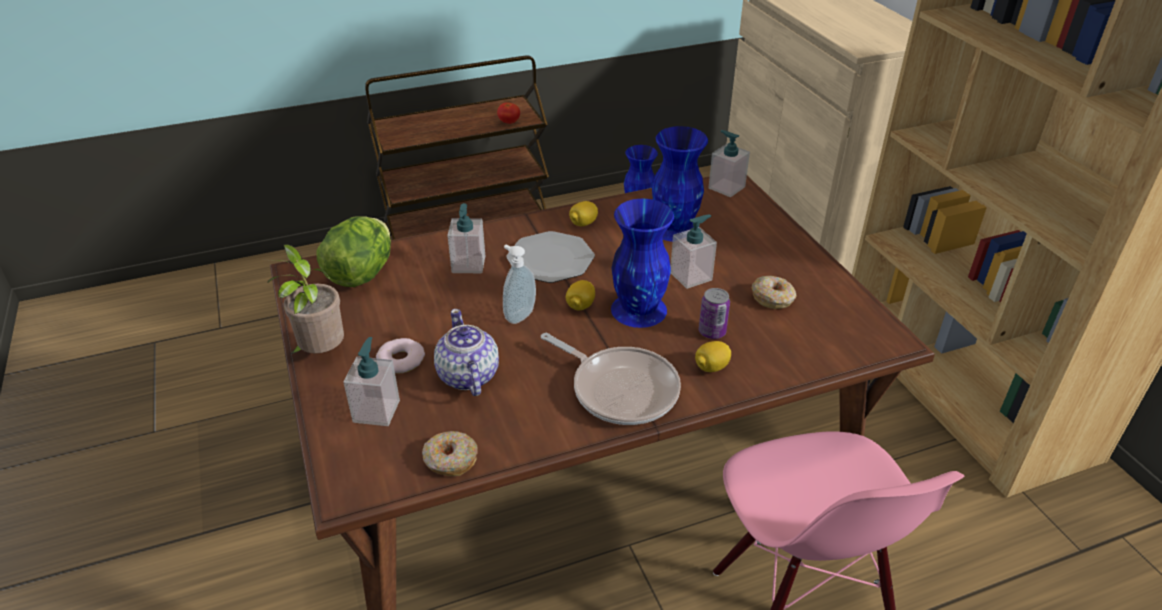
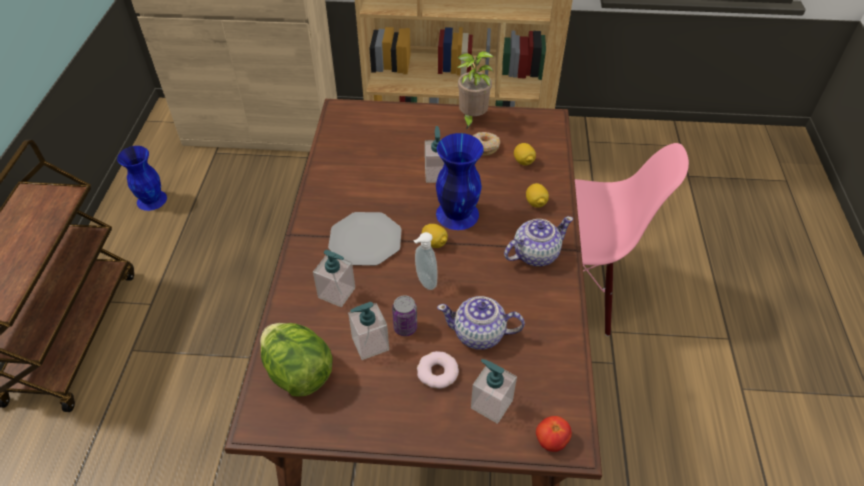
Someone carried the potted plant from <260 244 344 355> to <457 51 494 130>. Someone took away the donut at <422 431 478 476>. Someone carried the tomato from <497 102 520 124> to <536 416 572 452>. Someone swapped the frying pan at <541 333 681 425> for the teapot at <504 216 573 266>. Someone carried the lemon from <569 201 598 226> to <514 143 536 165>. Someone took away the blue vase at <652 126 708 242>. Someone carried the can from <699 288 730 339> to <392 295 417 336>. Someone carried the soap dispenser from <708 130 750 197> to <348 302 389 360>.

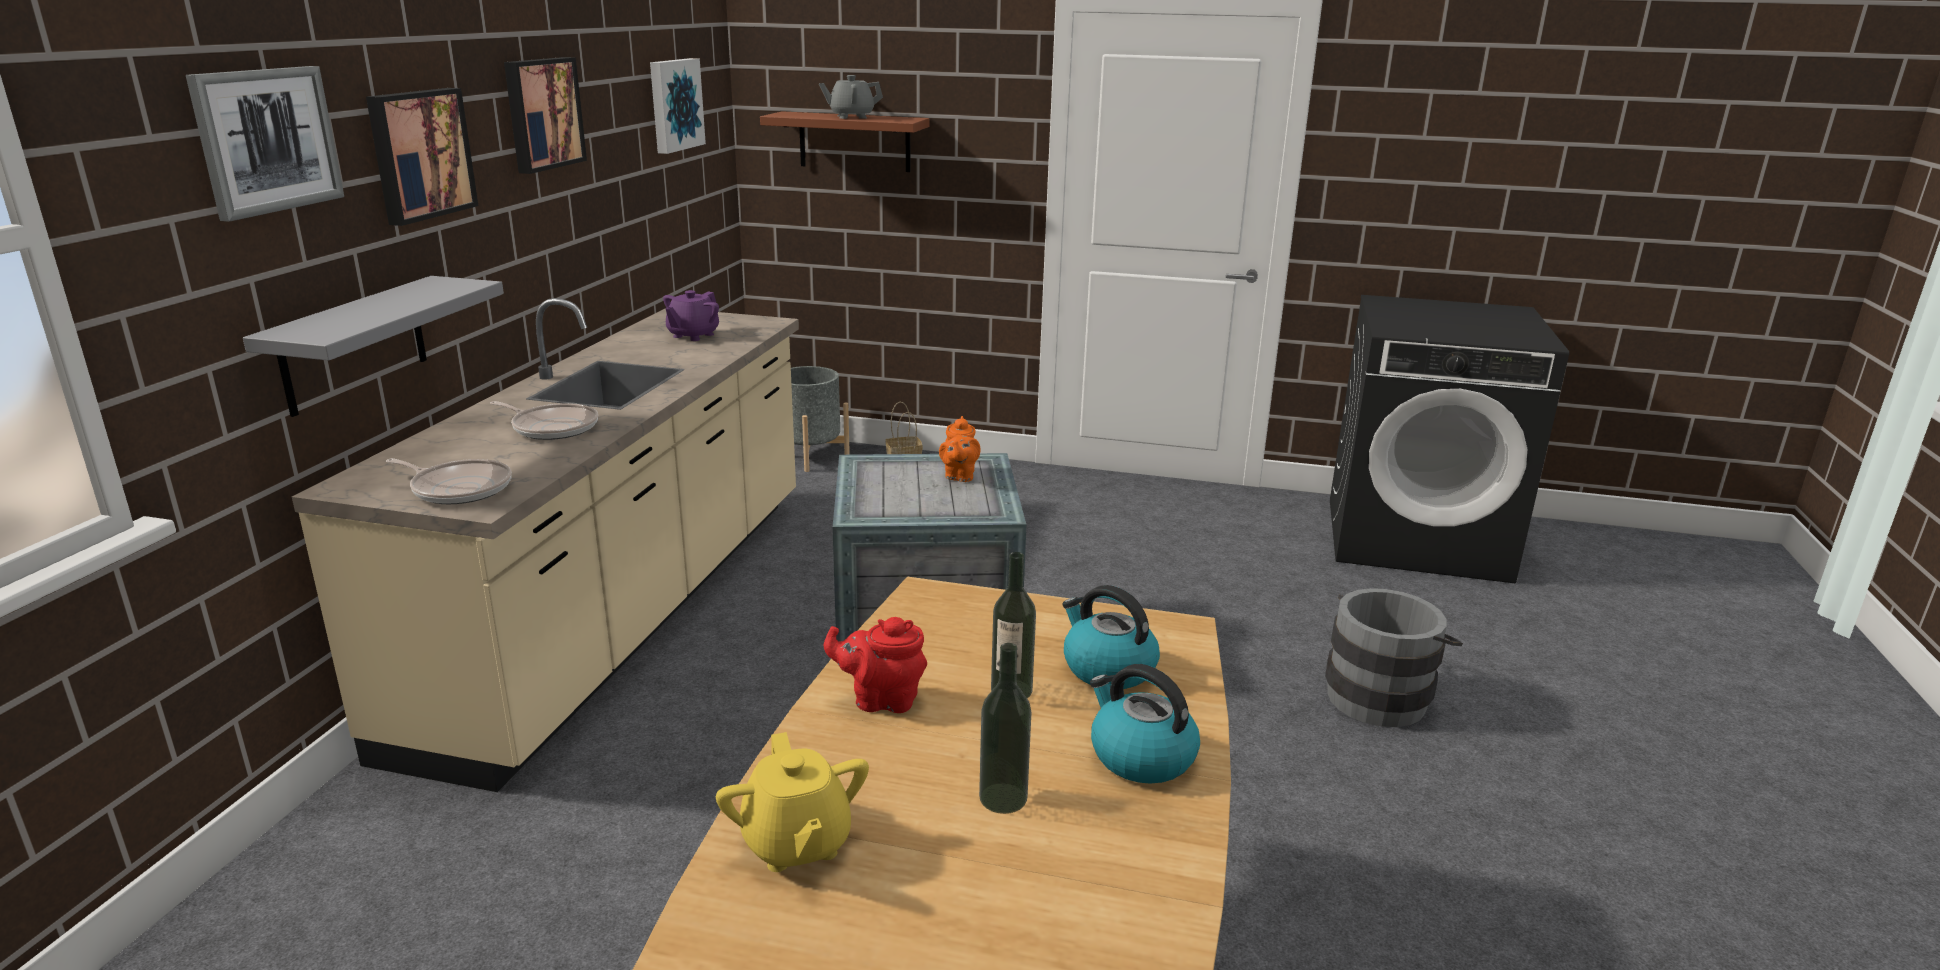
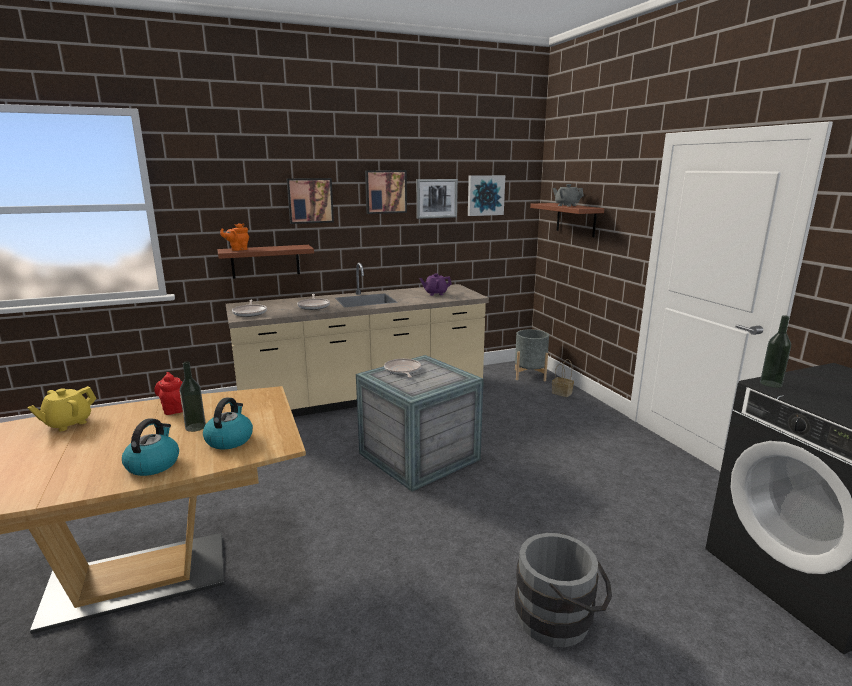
Someone carried the picture from <186 66 344 222> to <416 179 458 219>. Someone repainted the grey shelf at <243 276 504 417>, which became the brown shelf at <217 245 314 279>. Someone carried the orange teapot from <939 416 981 482> to <220 223 249 251>. Someone carried the bottle from <979 643 1031 814> to <760 315 791 388>. Someone put down the frying pan at <384 358 421 378>.

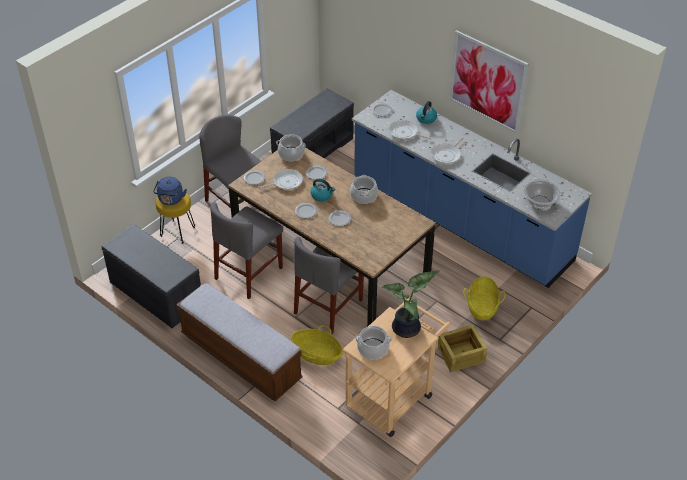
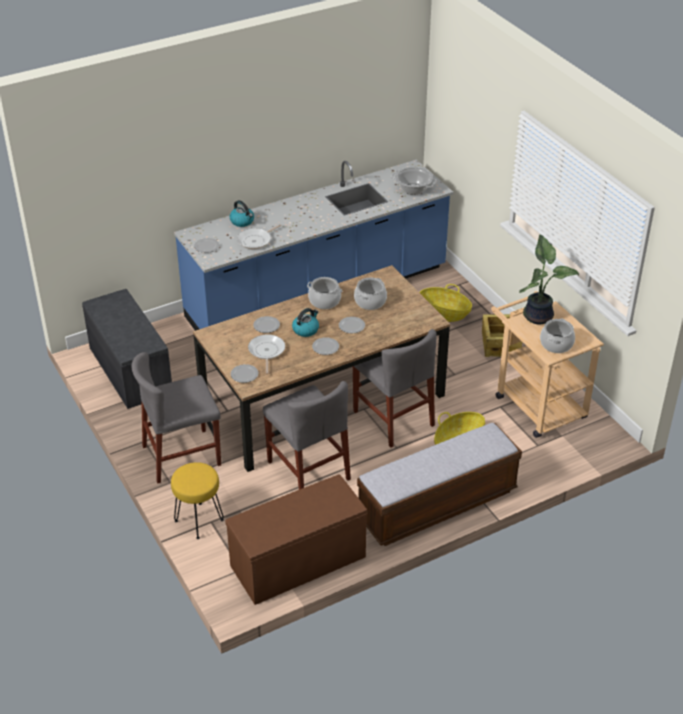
Someone repainted the grey bench at <102 224 201 328>, which became the brown bench at <225 474 367 605>. Someone took away the blue kettle at <153 177 187 205>. Someone carried the cooking pot from <276 134 306 161> to <354 278 387 310>. Someone took away the frying pan at <431 138 463 164>. Someone took away the picture at <449 30 529 134>.

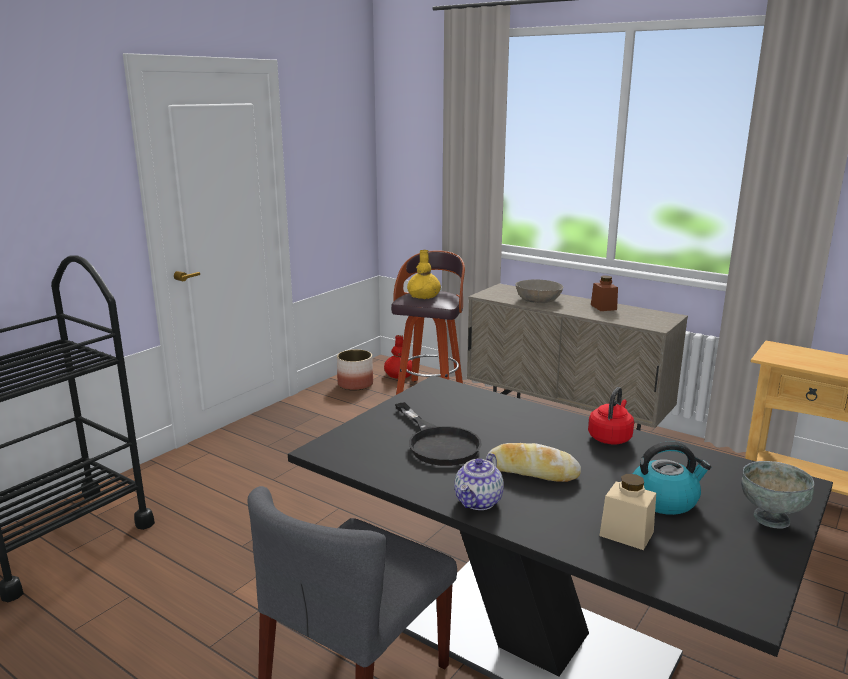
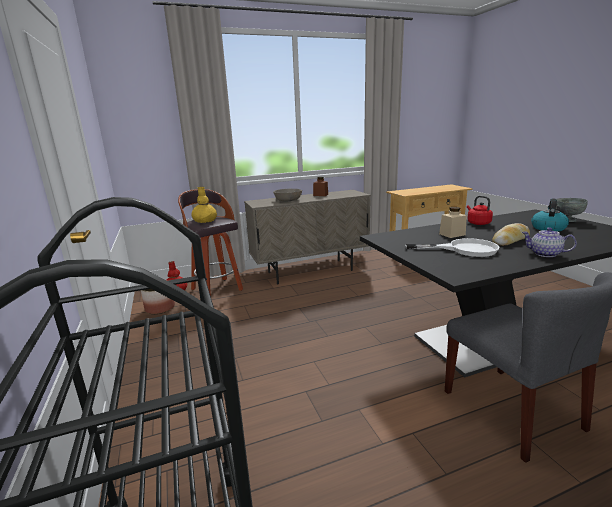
Someone repainted the black frying pan at <395 402 482 466>, which became the white frying pan at <405 238 500 257>. Someone rotated the teapot at <454 453 504 510> by 150 degrees clockwise. Someone carried the beige jar from <599 474 656 550> to <439 207 467 238>.

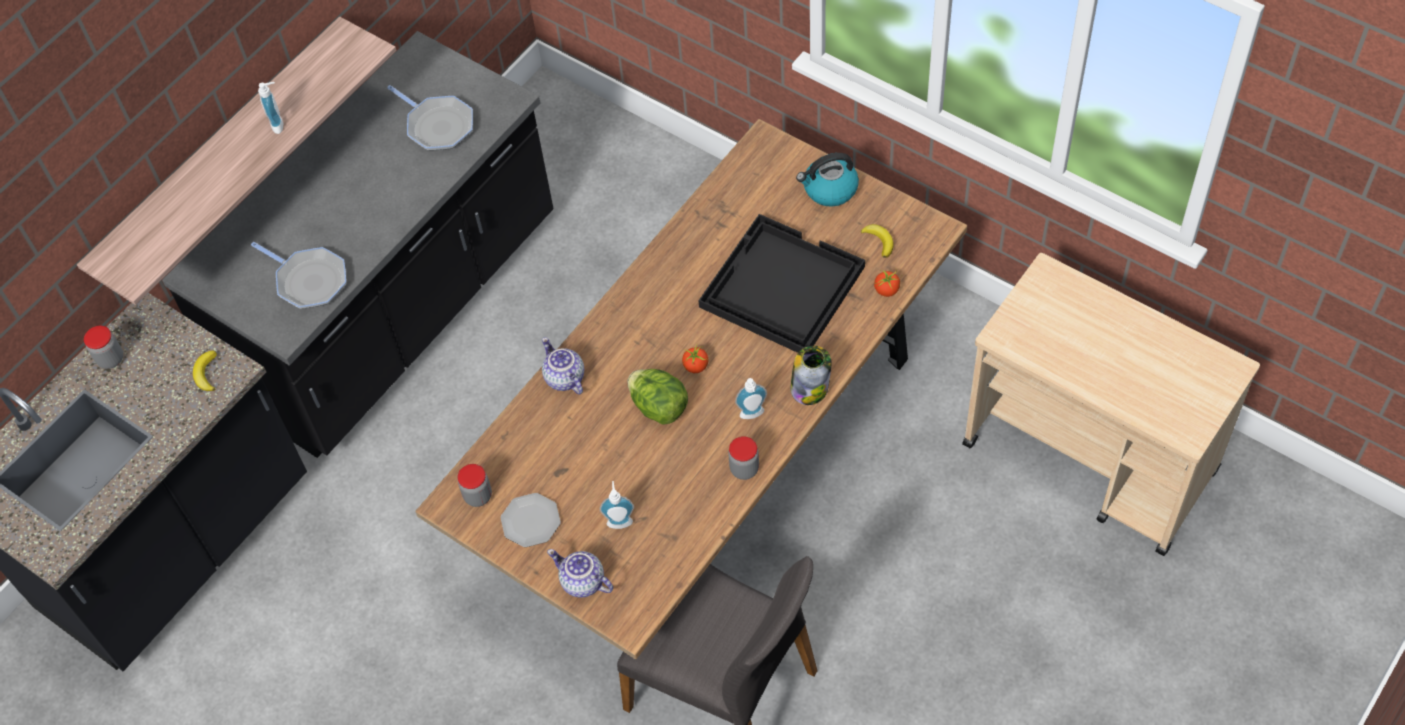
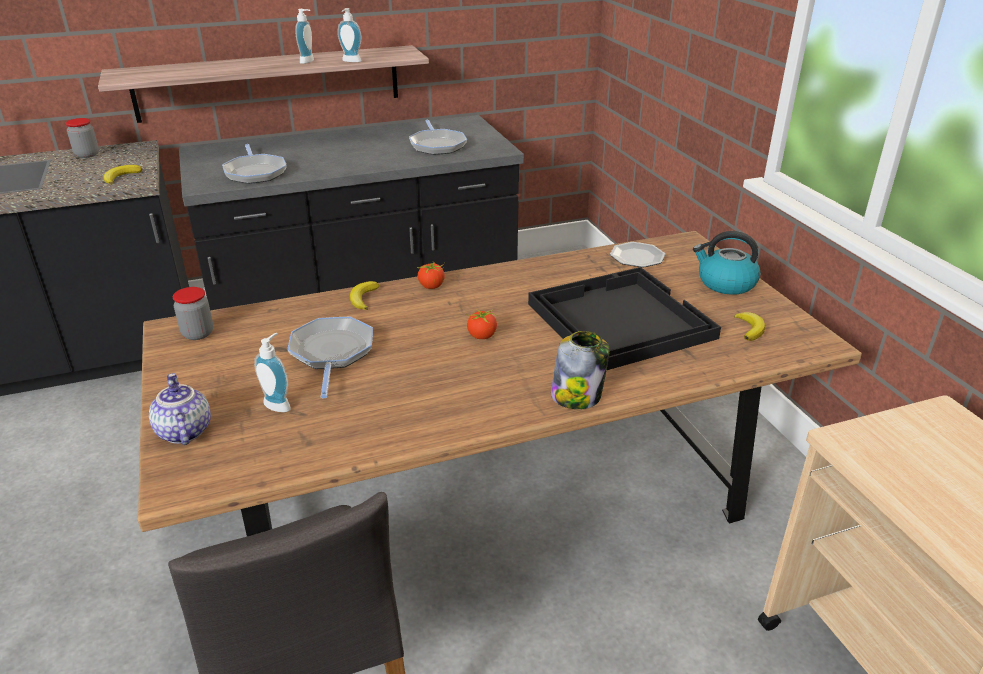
Someone carried the plate from <501 493 561 547> to <610 242 665 267>. Someone swapped the teapot at <542 337 584 395> for the banana at <350 281 379 310>. Someone took away the lettuce at <628 369 688 425>. Someone took away the jar at <728 436 759 480>. Someone carried the soap dispenser from <735 378 767 419> to <337 8 362 62>. Someone carried the tomato from <874 268 900 297> to <417 261 445 289>. Someone put down the frying pan at <288 317 373 398>.

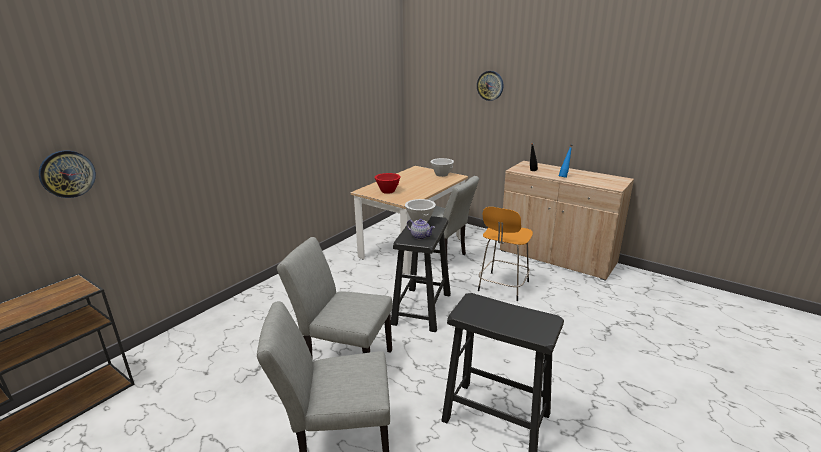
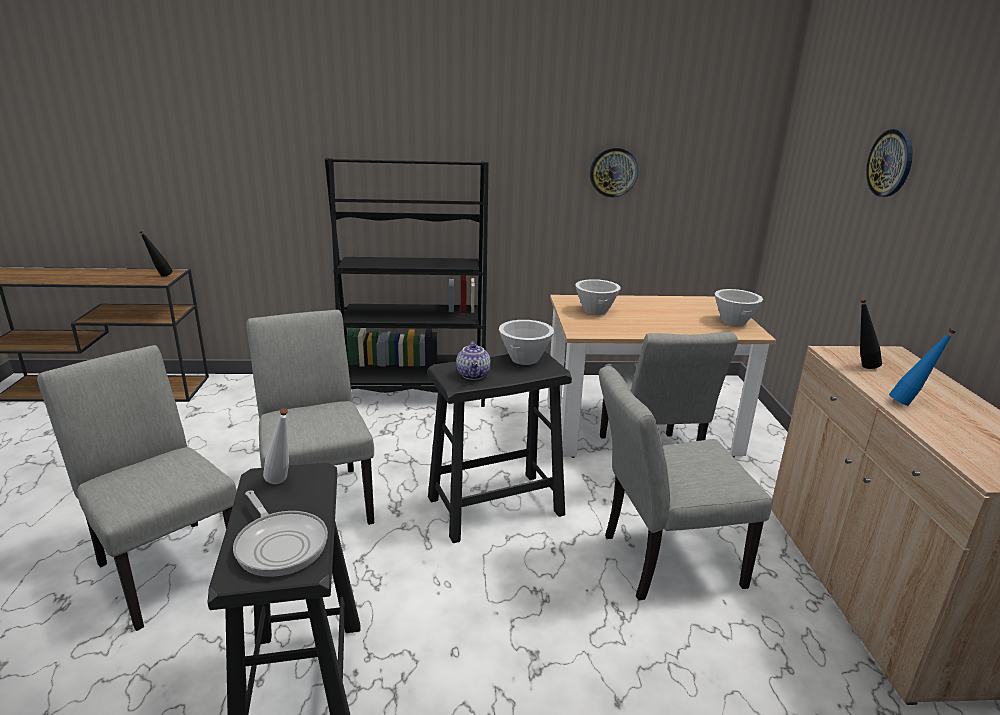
Someone carried the wall clock from <39 150 96 198> to <590 147 638 197>. Someone repainted the red bowl at <375 173 400 194>, which became the white bowl at <575 279 620 315>. Someone swapped the orange stool at <478 207 533 301> for the grey chair at <599 366 772 600>. Someone put down the black bottle at <139 230 173 277>. Someone put down the frying pan at <233 490 328 577>. Someone put down the white bottle at <263 408 289 484>. Someone put down the black bookcase at <325 158 489 407>.

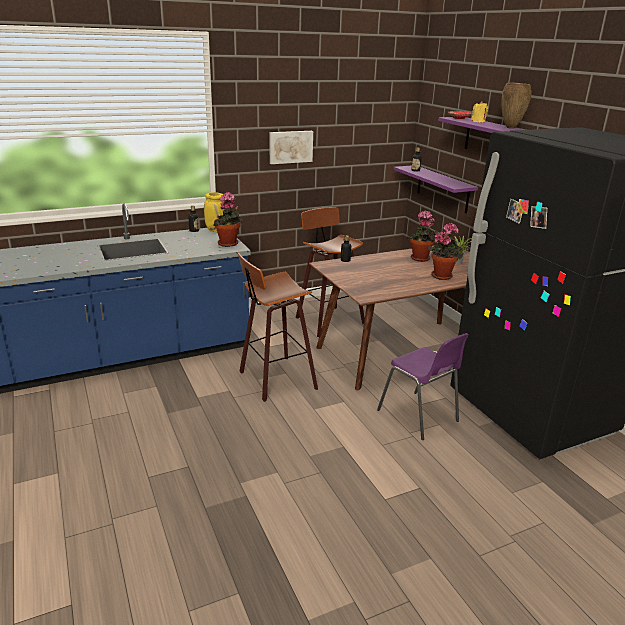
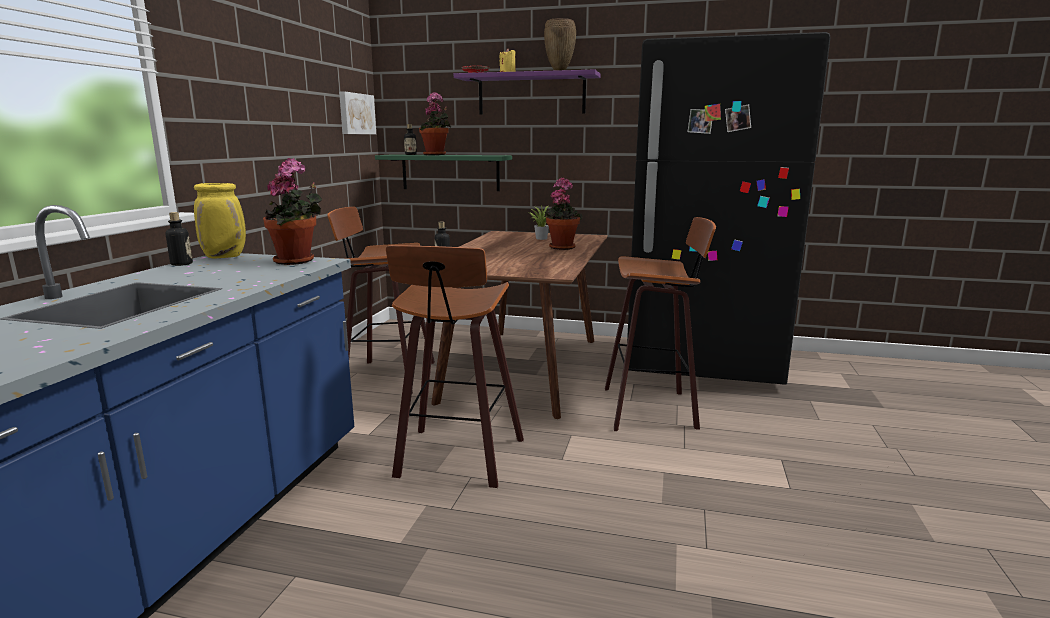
Someone carried the picture from <270 131 313 164> to <339 91 376 134>. Someone swapped the purple chair at <377 333 469 440> for the stool at <605 217 716 431>. Someone repainted the purple shelf at <393 165 478 213>, which became the green shelf at <375 154 512 191>. Someone carried the potted plant from <407 210 438 262> to <419 92 451 155>.

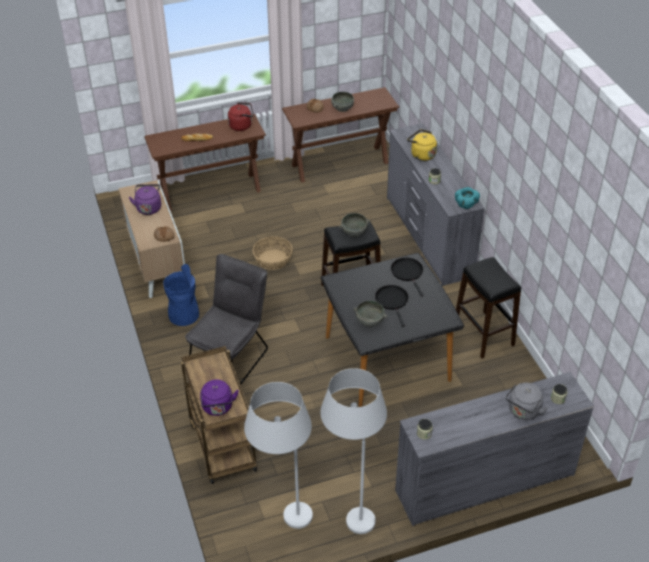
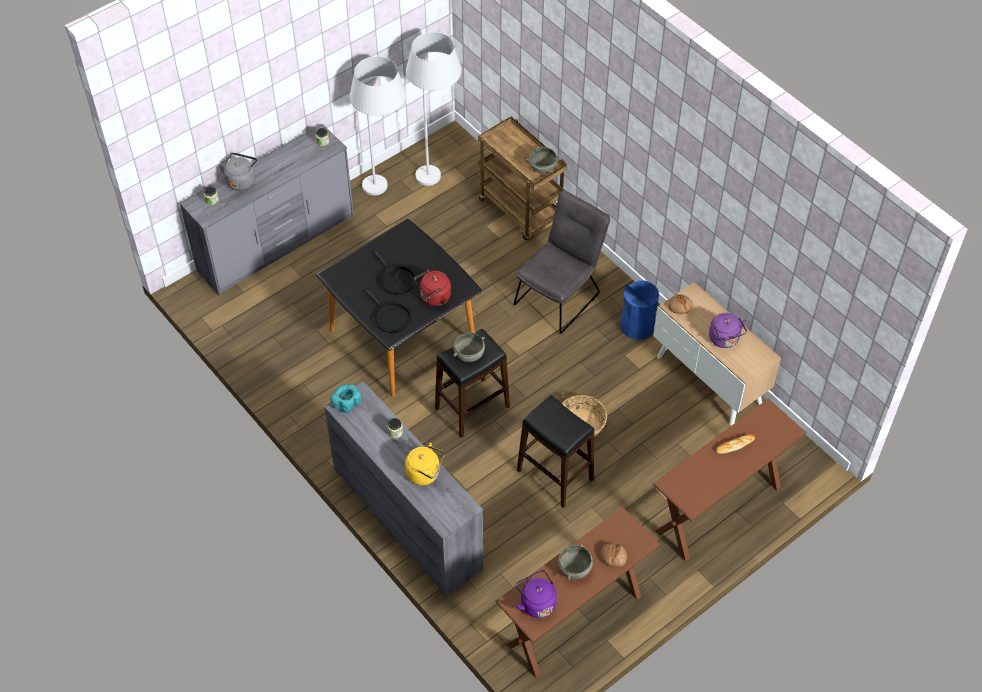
Someone rotated the grey chair at <185 254 268 385> by 150 degrees counterclockwise. Someone carried the purple kettle from <200 380 239 416> to <516 570 557 618>. Someone carried the red kettle from <228 102 254 131> to <414 270 451 306>. Someone carried the grey bowl from <353 300 388 327> to <526 147 561 174>. Someone carried the black stool from <456 257 521 359> to <517 395 594 508>.

